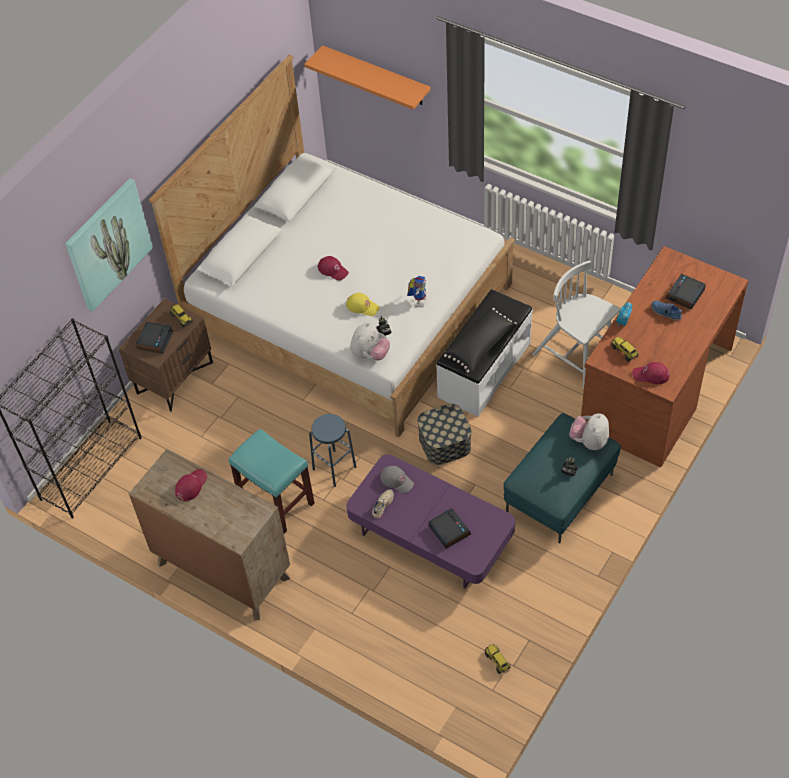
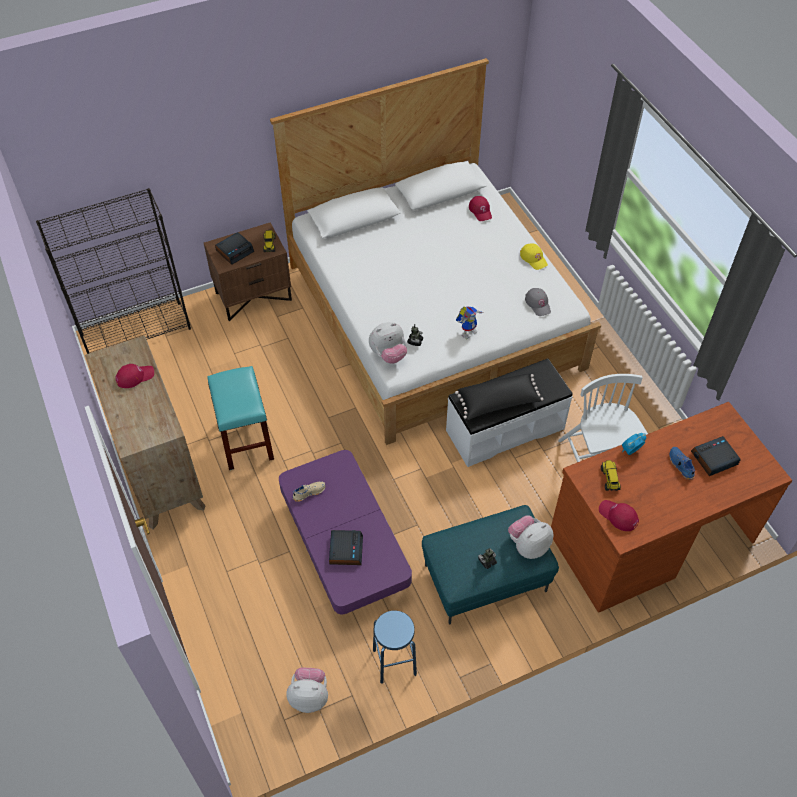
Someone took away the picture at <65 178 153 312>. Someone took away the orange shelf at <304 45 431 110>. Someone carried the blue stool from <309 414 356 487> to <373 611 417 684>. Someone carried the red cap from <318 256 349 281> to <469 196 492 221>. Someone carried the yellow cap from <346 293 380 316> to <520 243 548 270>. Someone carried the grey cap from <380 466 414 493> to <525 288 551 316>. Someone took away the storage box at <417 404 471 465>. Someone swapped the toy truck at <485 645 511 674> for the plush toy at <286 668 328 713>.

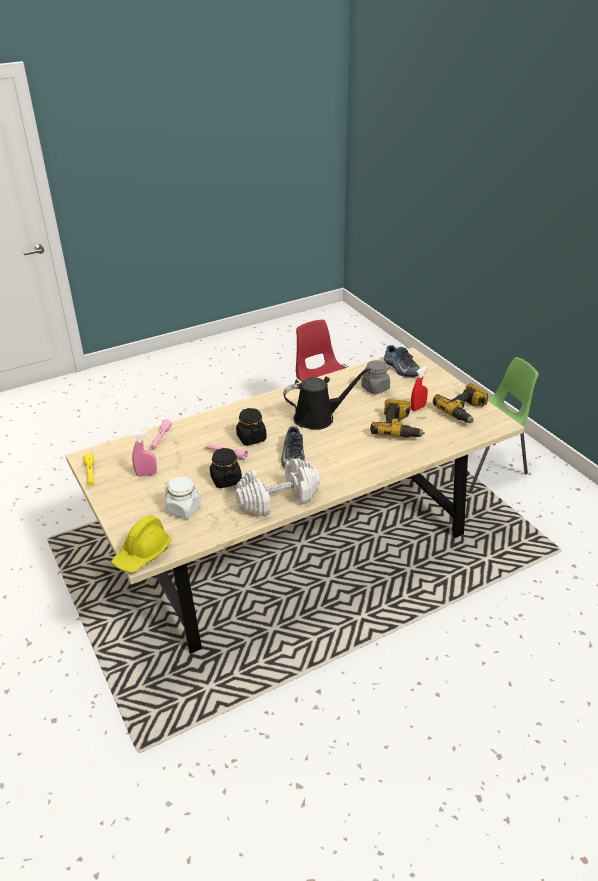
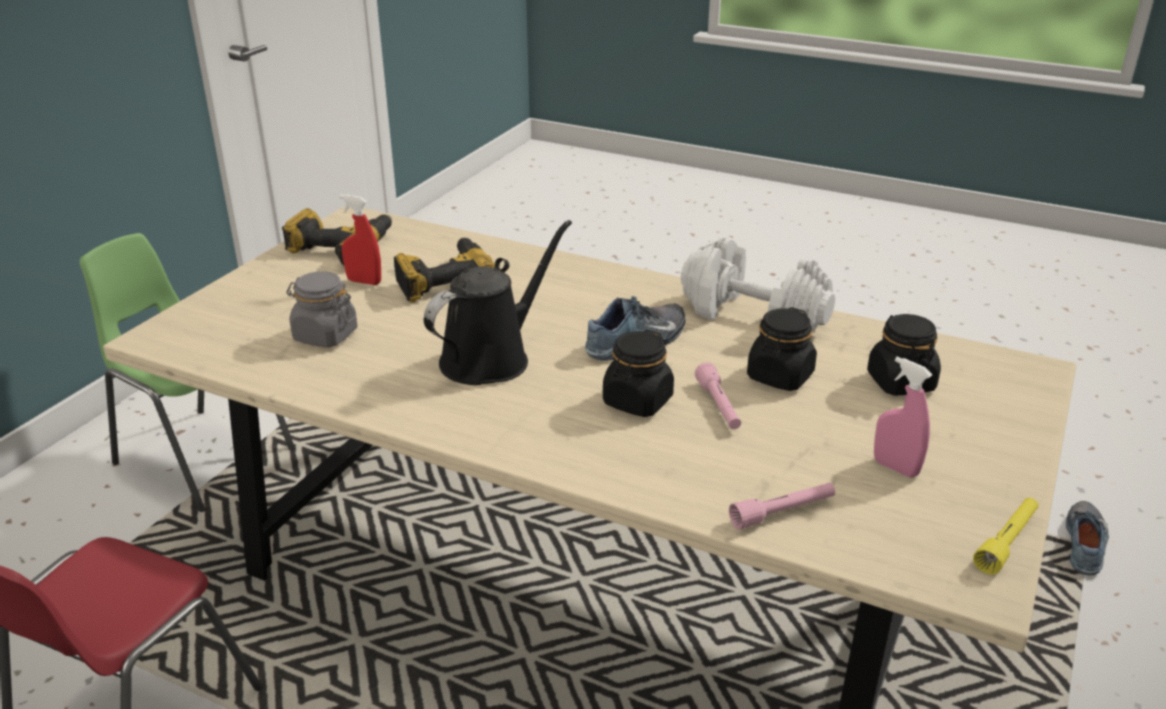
Someone took away the yellow hard hat at <112 515 172 573>. Someone repainted the white jar at <165 477 201 519>, which became the black jar at <867 314 941 396>. Someone rotated the black watering can at <283 368 370 430> by 90 degrees clockwise. Someone carried the shoe from <384 345 420 377> to <1066 501 1109 575>.

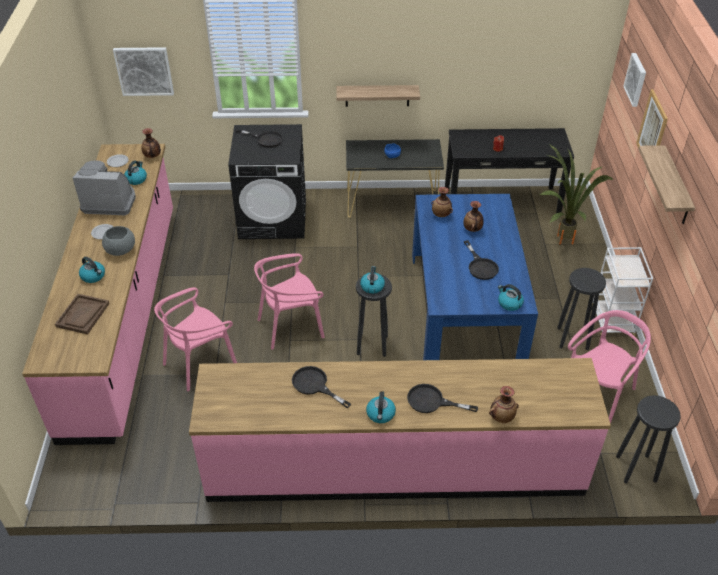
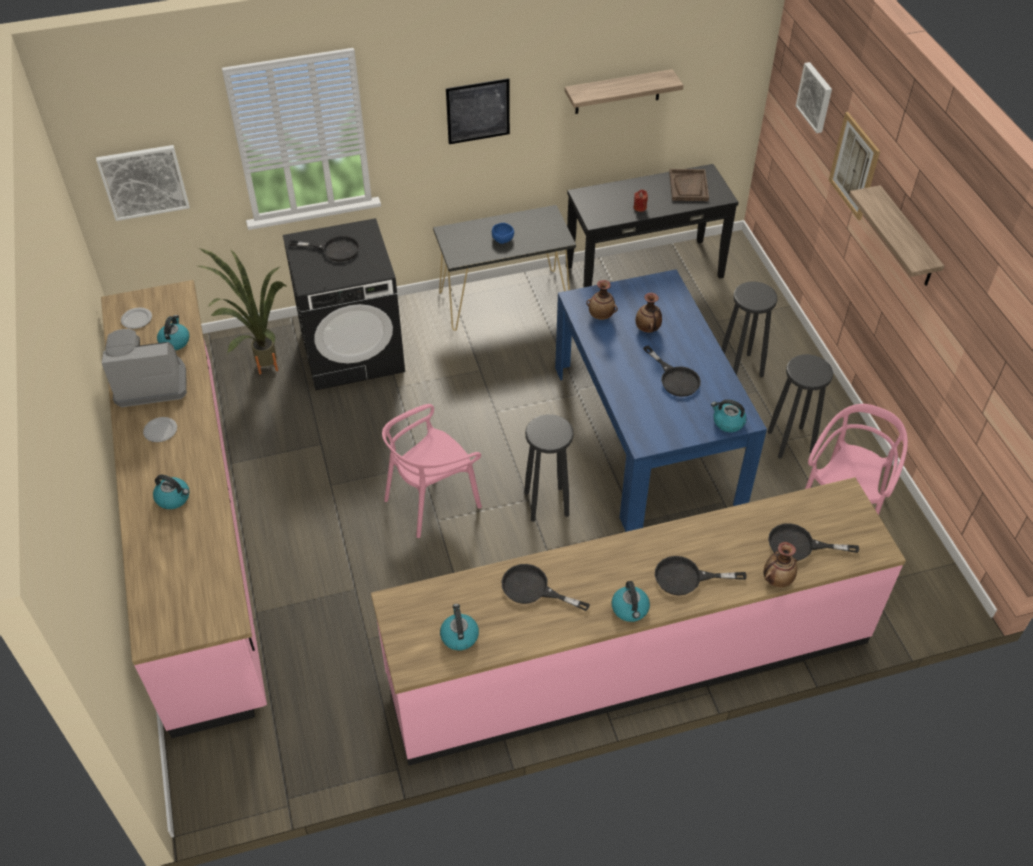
Someone carried the brown tray from <55 294 110 335> to <669 169 709 201>. Someone took away the grey bowl at <102 226 135 256>. Someone took away the vase at <142 128 161 158>. Someone took away the pink chair at <154 287 237 391>. Someone carried the shelf from <337 85 420 107> to <565 69 684 114>. Someone carried the kettle from <360 266 385 294> to <440 604 479 650>. Someone carried the potted plant from <540 144 613 245> to <195 248 287 375>. Someone took away the white cart at <591 247 653 341>. Someone carried the black stool from <616 395 681 484> to <721 281 777 378>. Someone put up the picture at <446 78 510 144>. Someone put down the black frying pan at <768 523 859 561>.

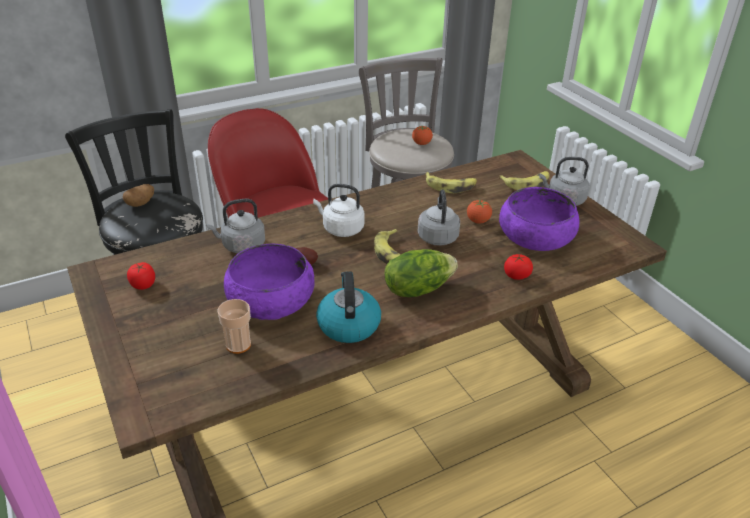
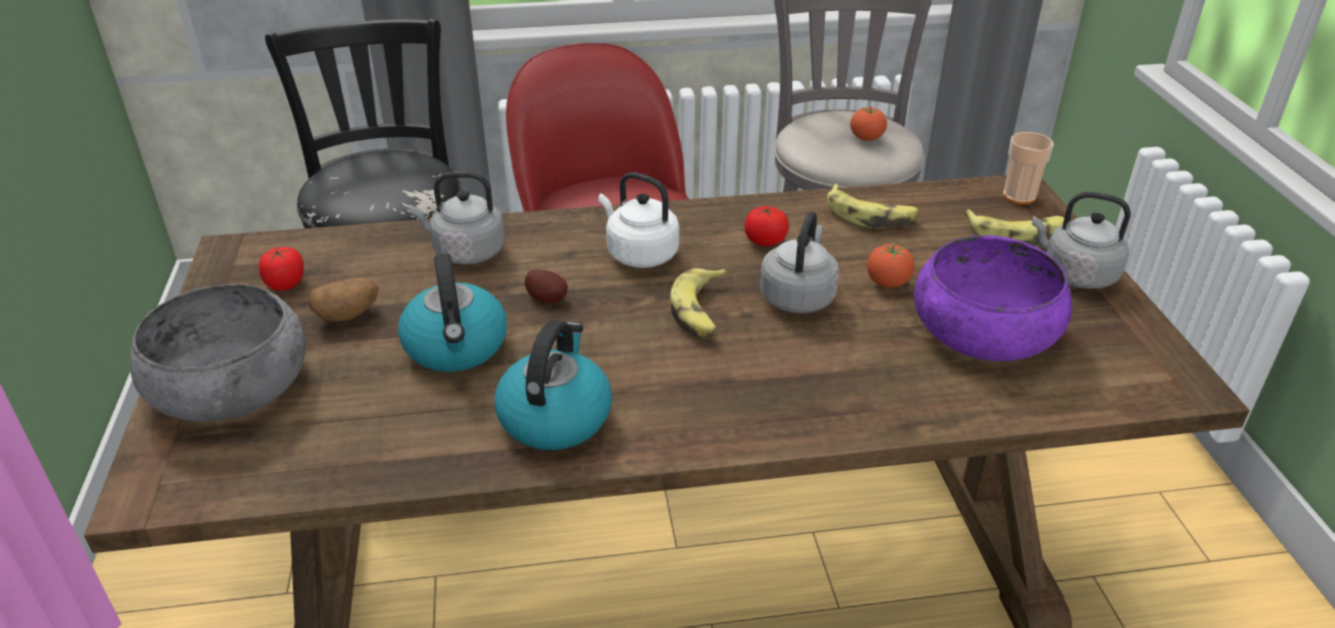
Someone carried the potato from <123 184 154 207> to <309 278 379 321>. Someone carried the cup from <217 299 251 354> to <1003 132 1054 205>. Someone swapped the purple bowl at <224 244 315 320> for the kettle at <398 253 507 372>. Someone took away the lettuce at <385 249 458 297>. Someone carried the tomato from <504 254 533 280> to <744 206 789 246>. Someone put down the grey bowl at <129 284 306 422>.

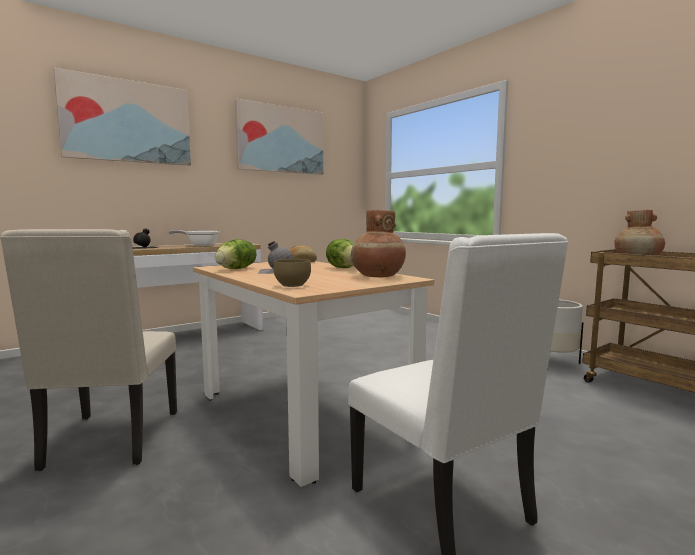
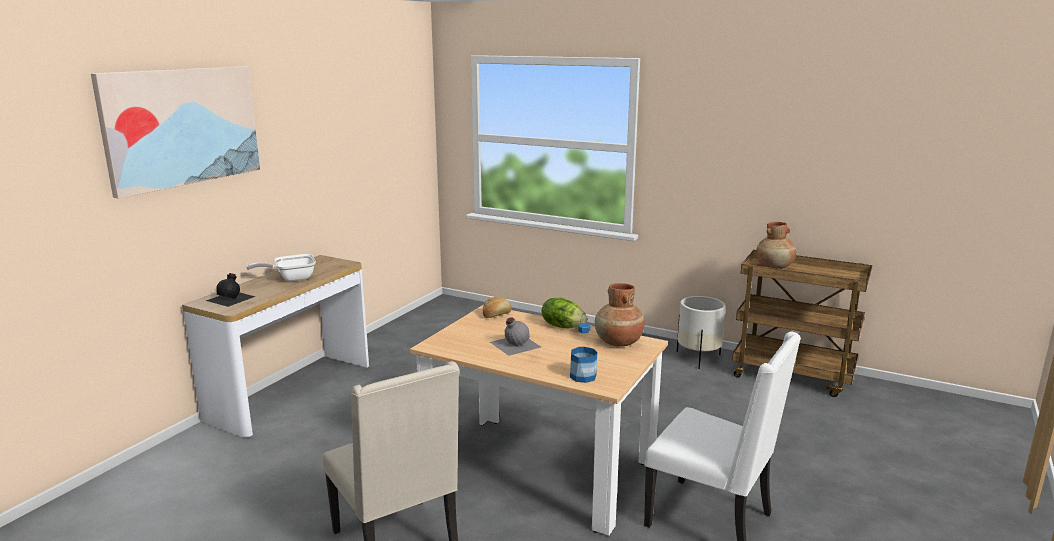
Someone took away the lettuce at <215 239 256 269>. Someone took away the picture at <235 99 324 175>. Someone swapped the brown bowl at <274 259 311 287> for the bottle at <570 323 597 383>.

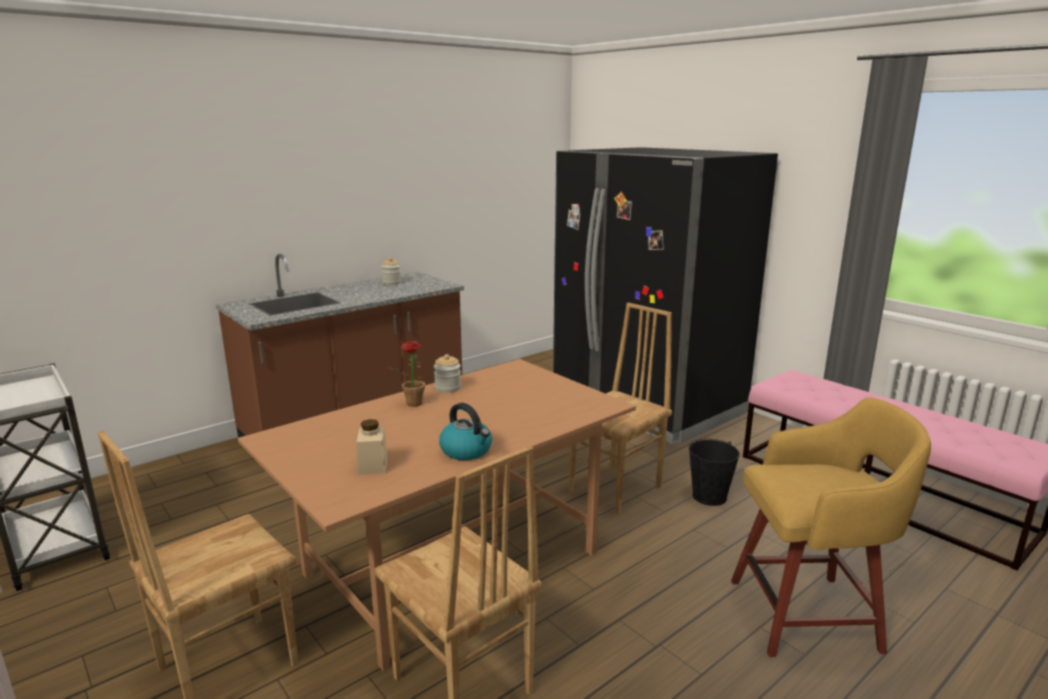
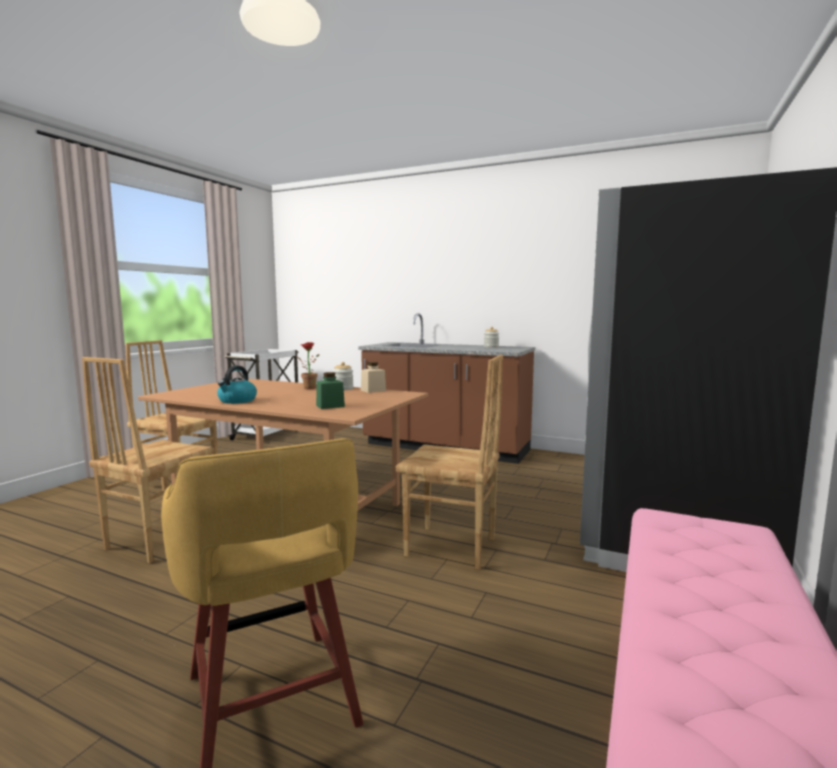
Someone carried the beige jar from <356 419 387 475> to <361 362 386 393>. Someone took away the black bucket at <688 439 740 506>. Someone put down the green jar at <316 372 345 409>.

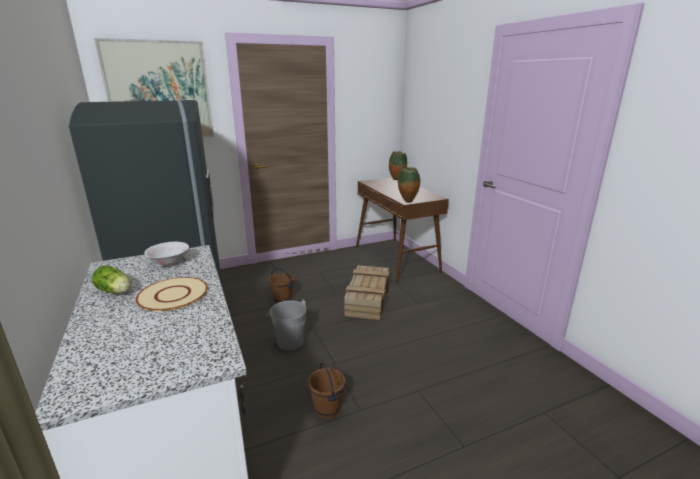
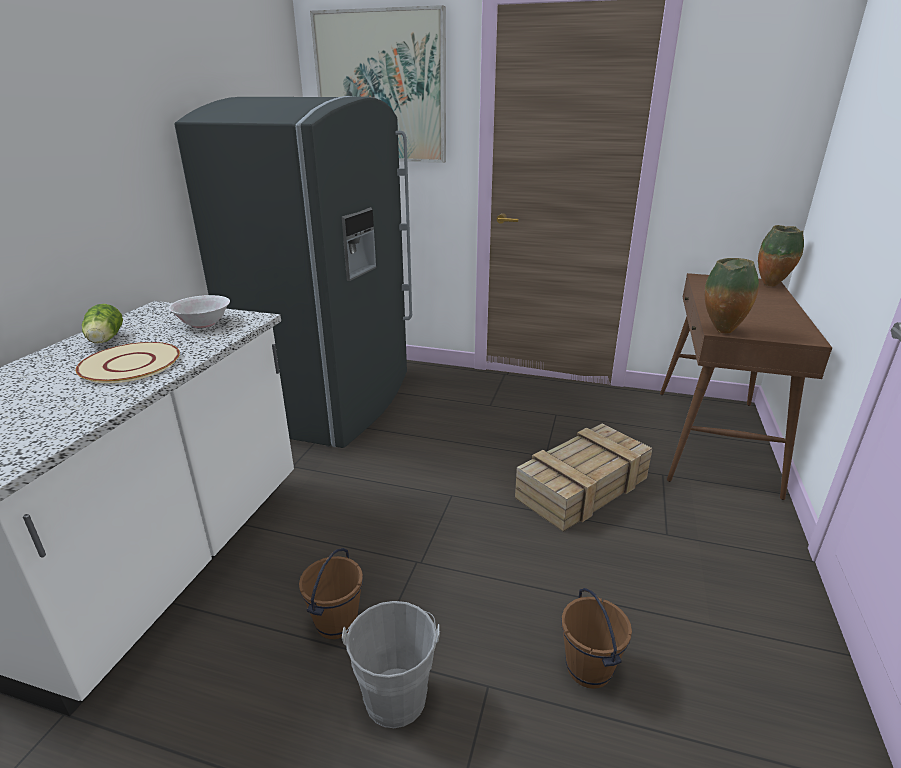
Someone carried the grey bucket from <266 299 307 351> to <342 601 440 728>. Someone carried the brown bucket from <269 268 294 303> to <561 588 632 689>.

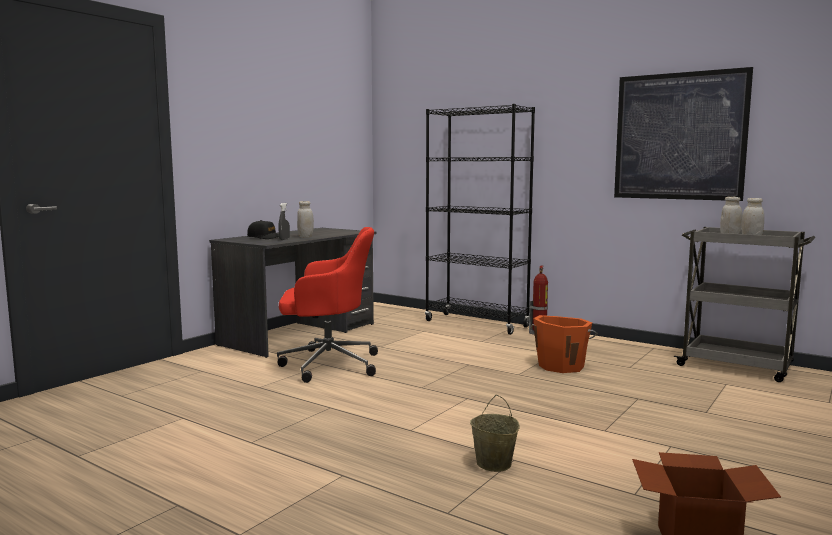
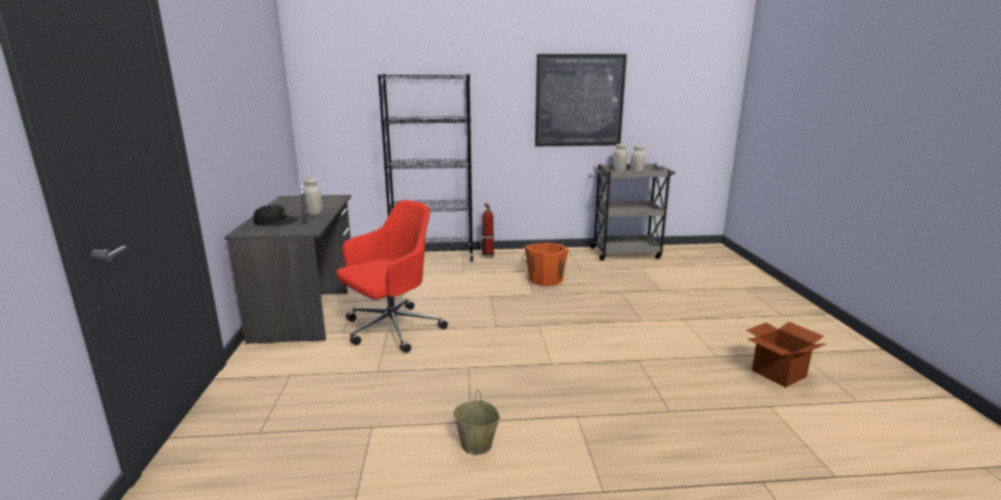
Someone carried the beige bucket from <470 395 520 472> to <454 390 500 455>.

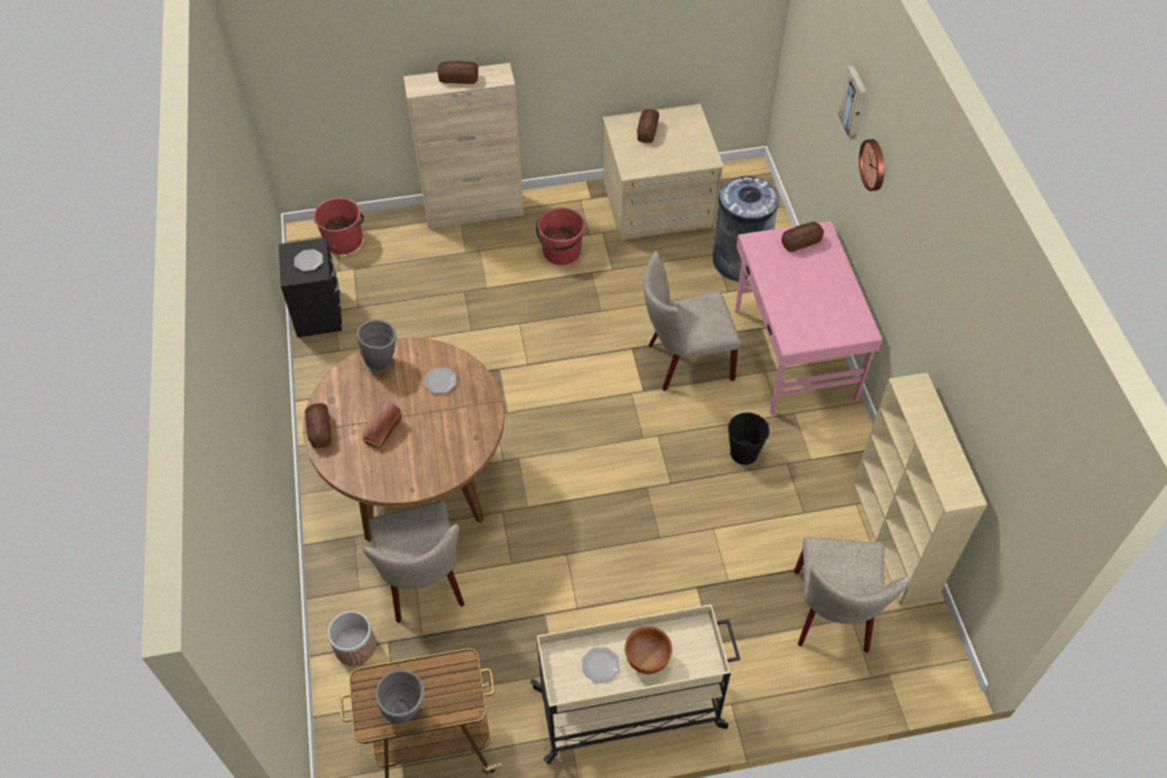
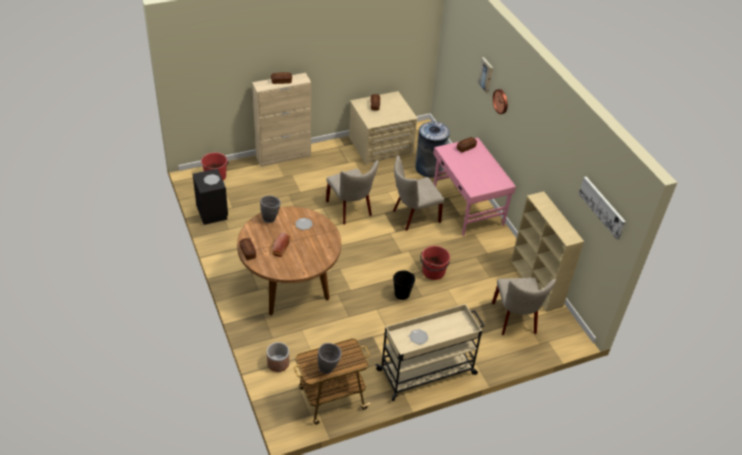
Someone carried the beige chair from <363 501 464 623> to <326 160 379 224>. Someone carried the red bucket from <536 208 585 265> to <420 246 450 280>. Someone took away the brown bowl at <625 626 672 675>. Someone carried the black bucket from <728 412 769 465> to <393 270 415 300>. Someone put up the picture at <579 177 626 240>.

